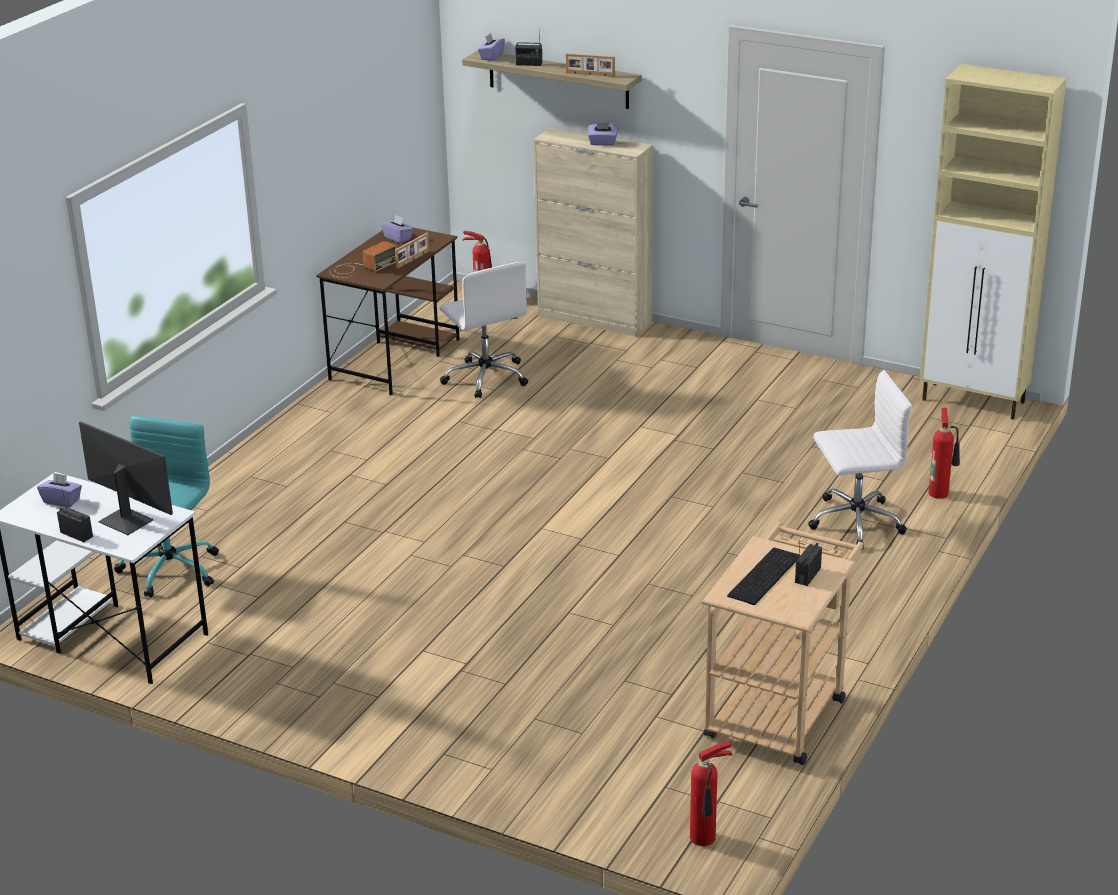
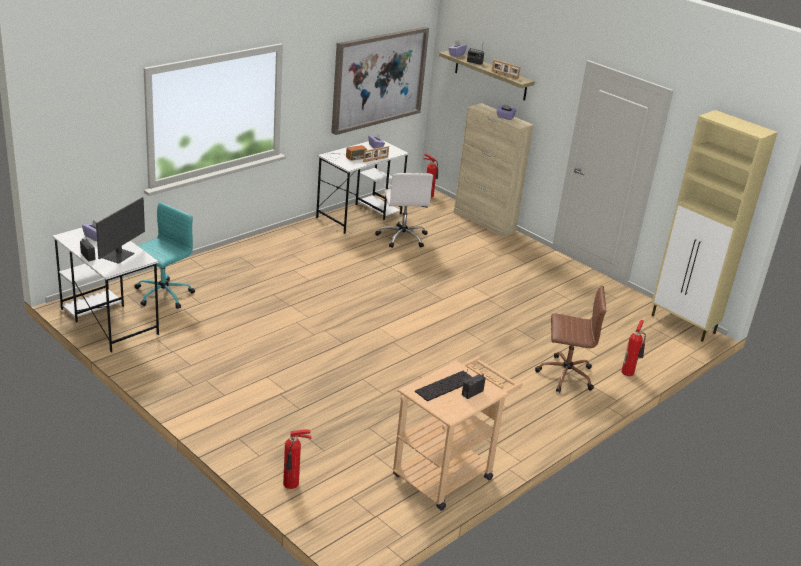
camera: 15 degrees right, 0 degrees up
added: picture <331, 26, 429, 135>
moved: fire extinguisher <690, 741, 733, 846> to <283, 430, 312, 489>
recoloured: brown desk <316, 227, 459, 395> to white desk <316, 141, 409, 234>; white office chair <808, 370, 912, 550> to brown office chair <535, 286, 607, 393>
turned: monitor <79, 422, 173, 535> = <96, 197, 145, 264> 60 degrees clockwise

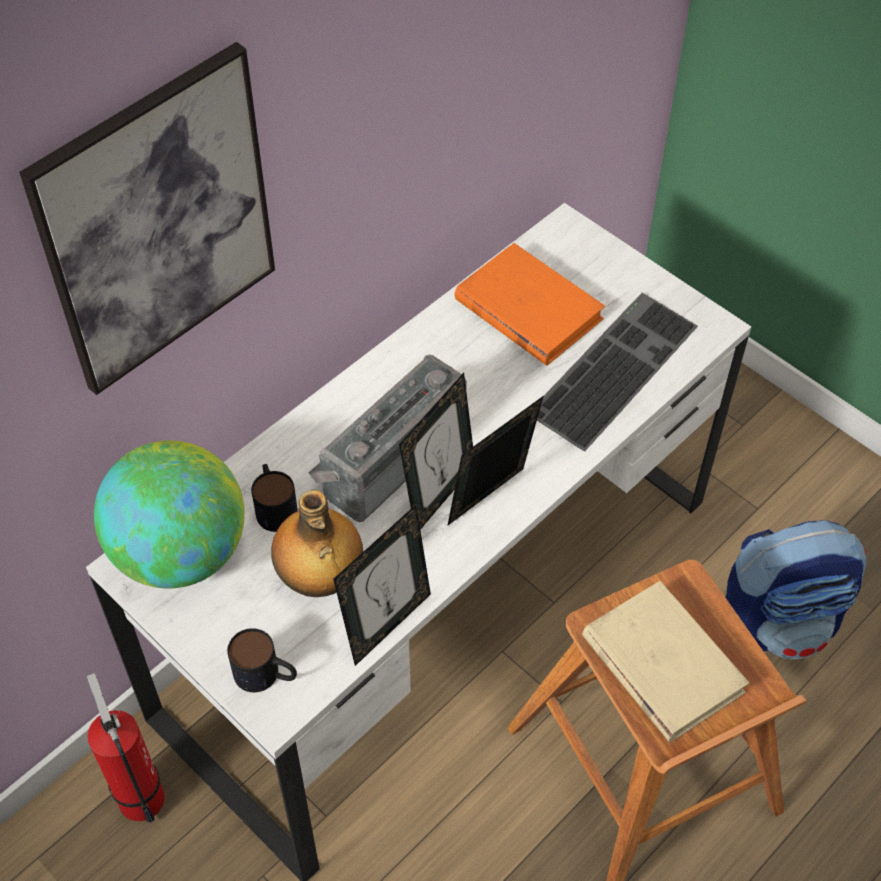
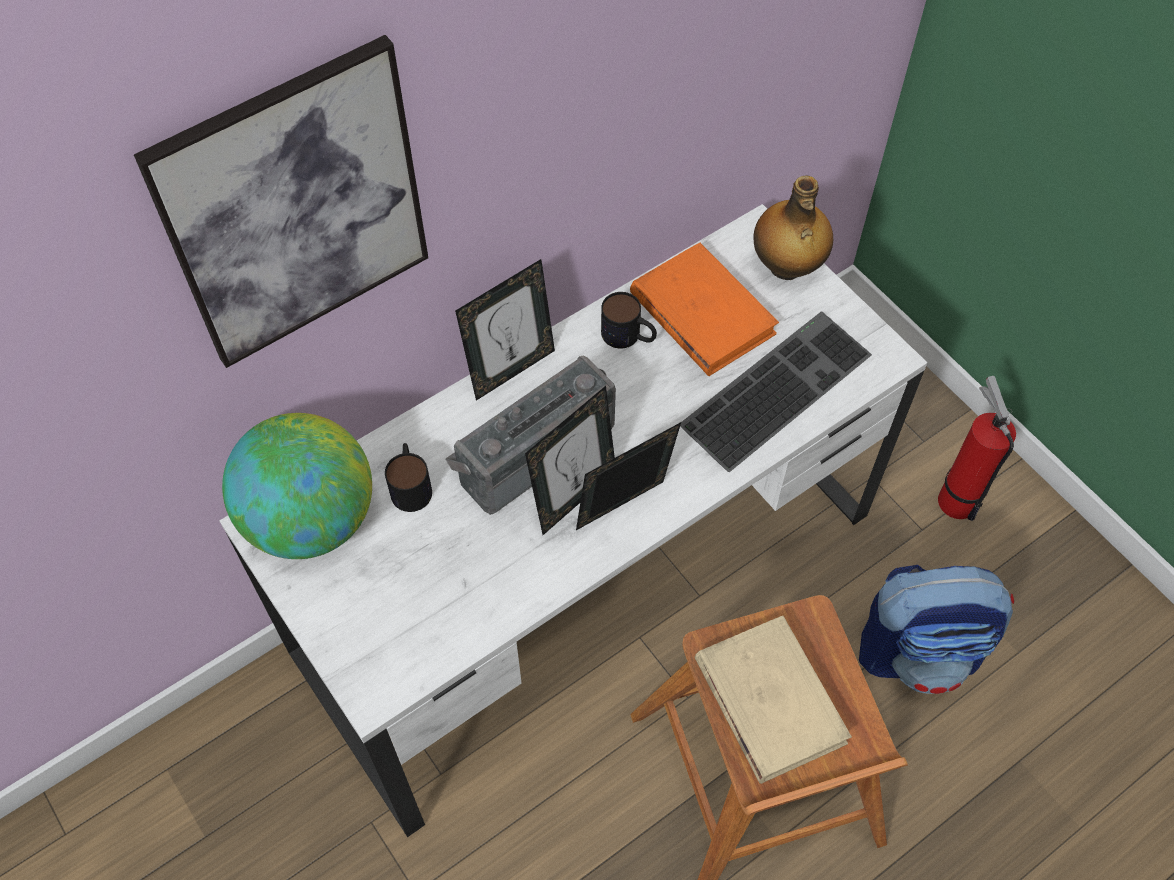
camera: 10 degrees right, 5 degrees up
moved: picture frame <333, 505, 431, 666> to <455, 259, 555, 401>; mug <227, 628, 297, 692> to <601, 292, 657, 349>; bottle <271, 490, 363, 597> to <753, 175, 833, 280>; fire extinguisher <87, 674, 165, 823> to <938, 376, 1016, 521>

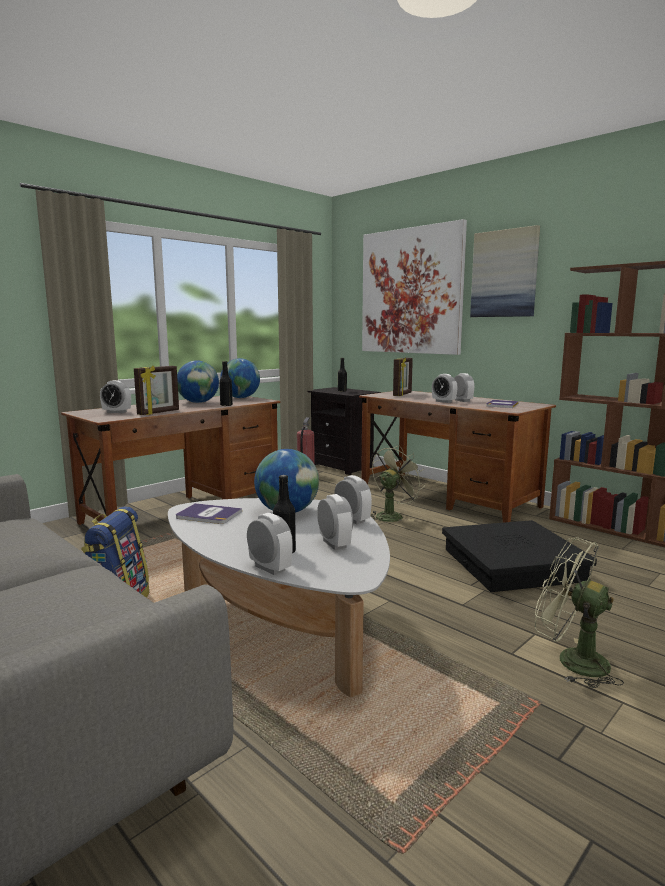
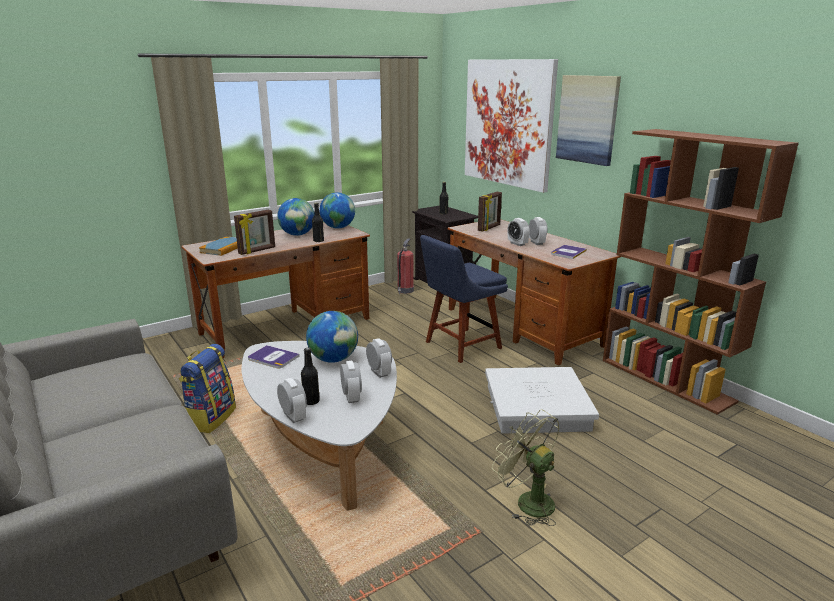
camera: 10 degrees right, 10 degrees up
replaced: alarm clock <100, 380, 131, 413> to book <199, 237, 238, 256>; green fan <370, 445, 425, 522> to blue chair <420, 235, 508, 363>
recoloured: black storage box <442, 520, 597, 592> to white storage box <485, 367, 599, 433>

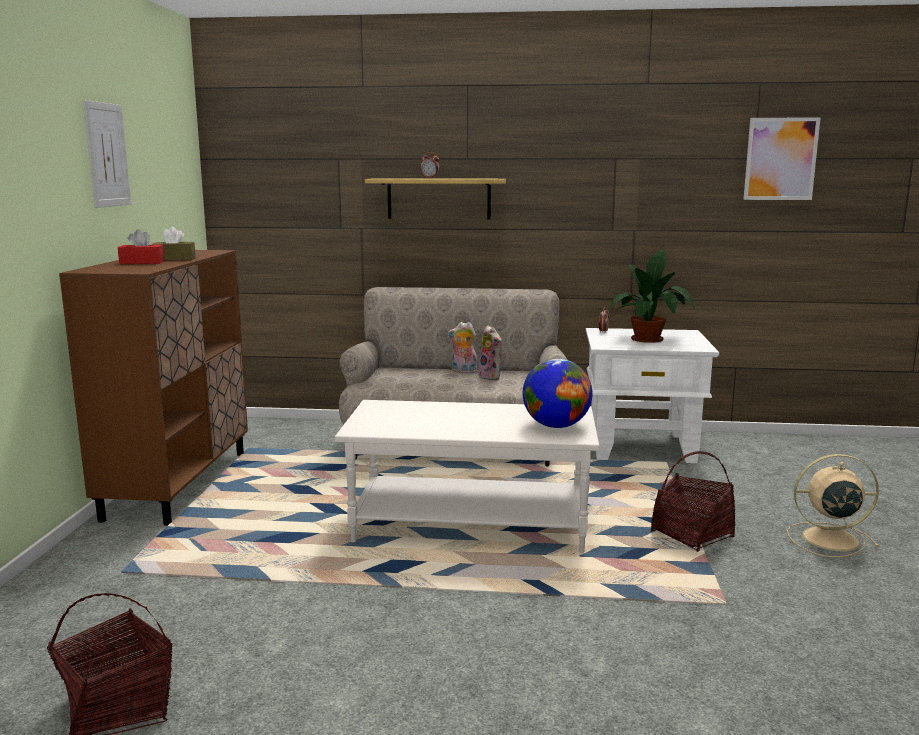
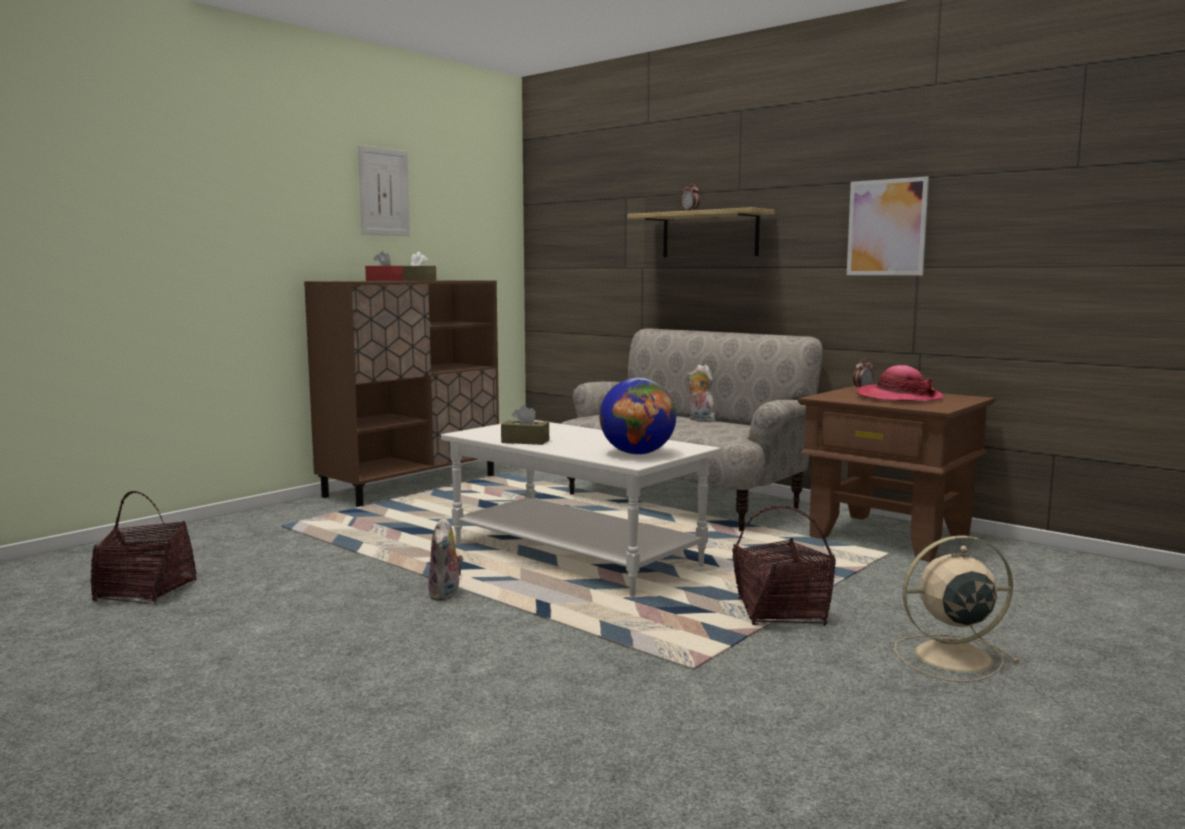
camera: 35 degrees right, 5 degrees down
added: brown tissue box <501, 405, 549, 445>
moved: plush toy <478, 325, 502, 380> to <428, 517, 463, 601>; picture <743, 117, 821, 200> to <847, 176, 929, 275>
replaced: potted plant <608, 250, 694, 343> to hat <856, 365, 944, 401>
recoloured: white side table <586, 328, 719, 463> to brown side table <798, 386, 995, 562>
turned: beige fan <787, 454, 879, 557> = <894, 536, 1020, 682> 45 degrees counterclockwise

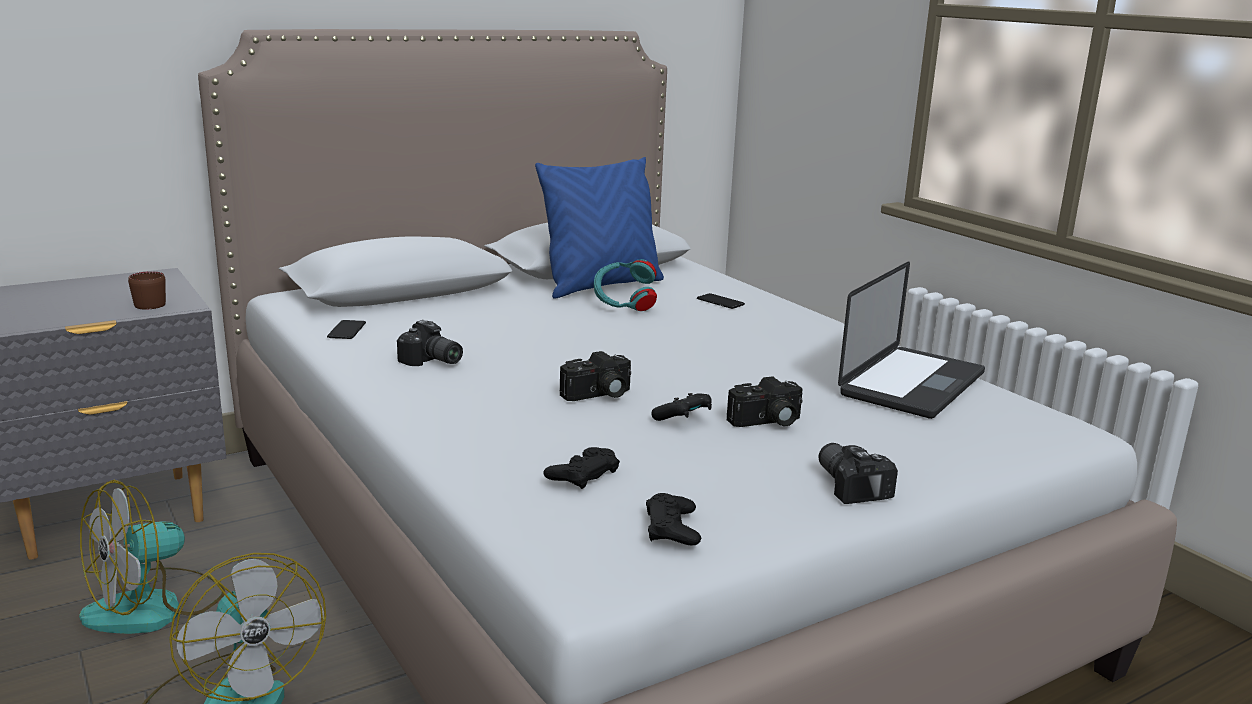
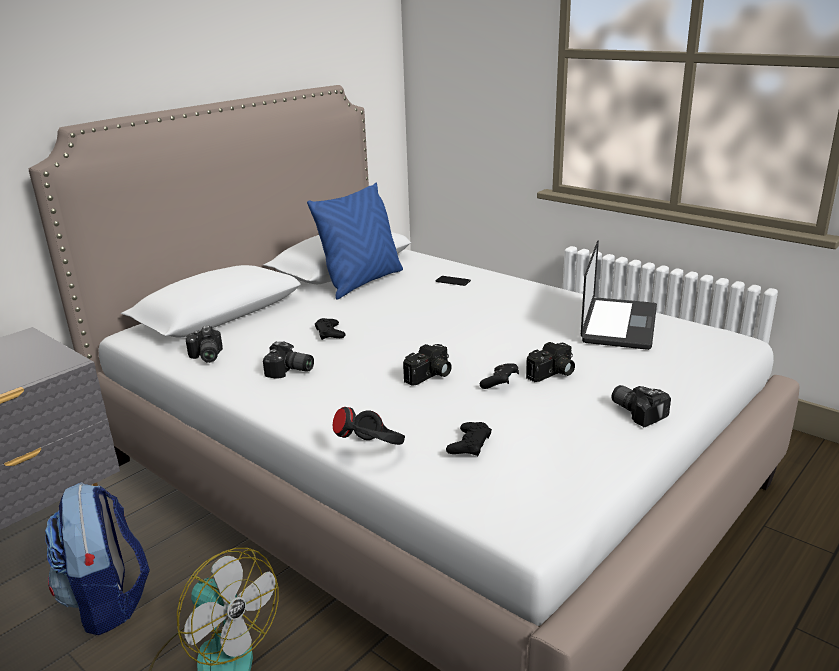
camera: 15 degrees left, 5 degrees up
removed: brown mug <128, 271, 166, 310>; turquoise headphones <594, 259, 657, 311>
added: black headphones <333, 407, 405, 445>
moved: black game controller <646, 493, 701, 545> to <315, 318, 345, 340>
replaced: fan <79, 480, 225, 634> to backpack <45, 482, 150, 635>; phone <327, 320, 366, 339> to photo camera <186, 326, 223, 363>

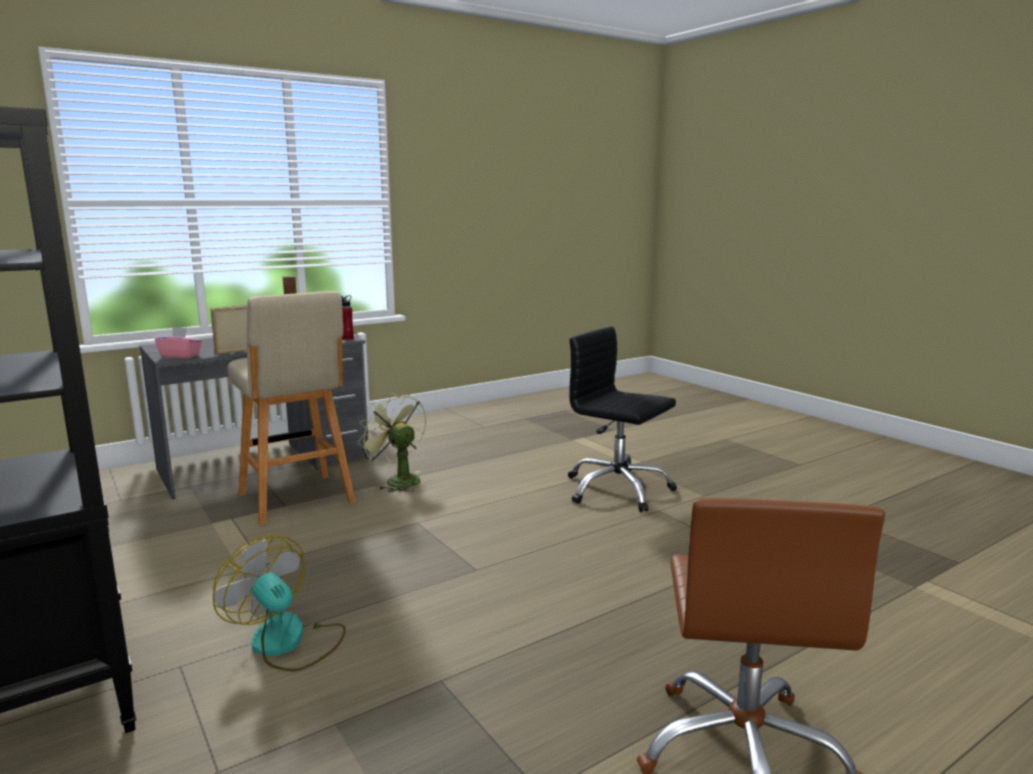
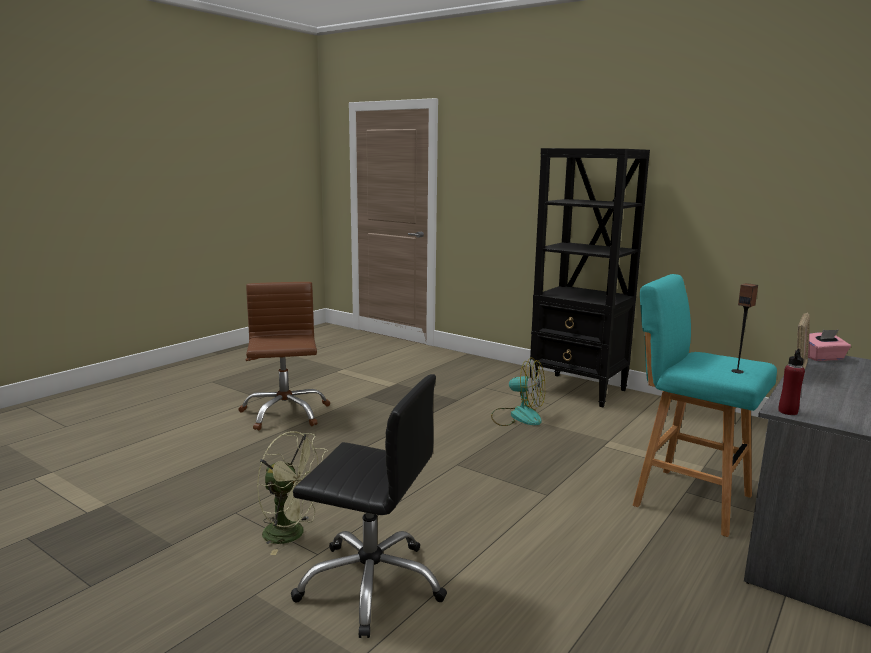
camera: 160 degrees right, 0 degrees up
moved: green fan <358, 393, 426, 492> to <257, 431, 328, 555>
recoloured: beige stool <228, 291, 356, 525> to turquoise stool <633, 274, 777, 537>

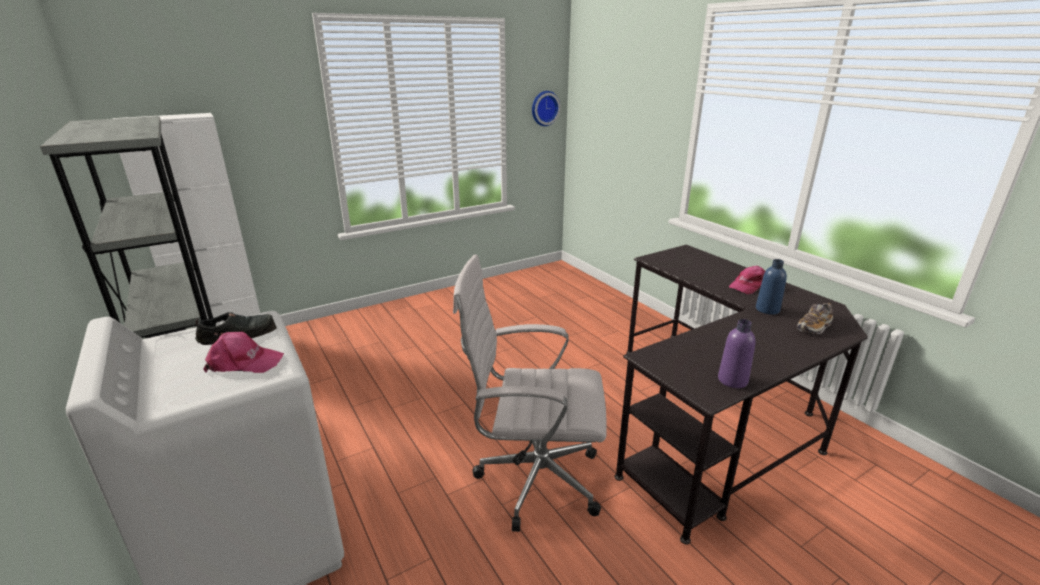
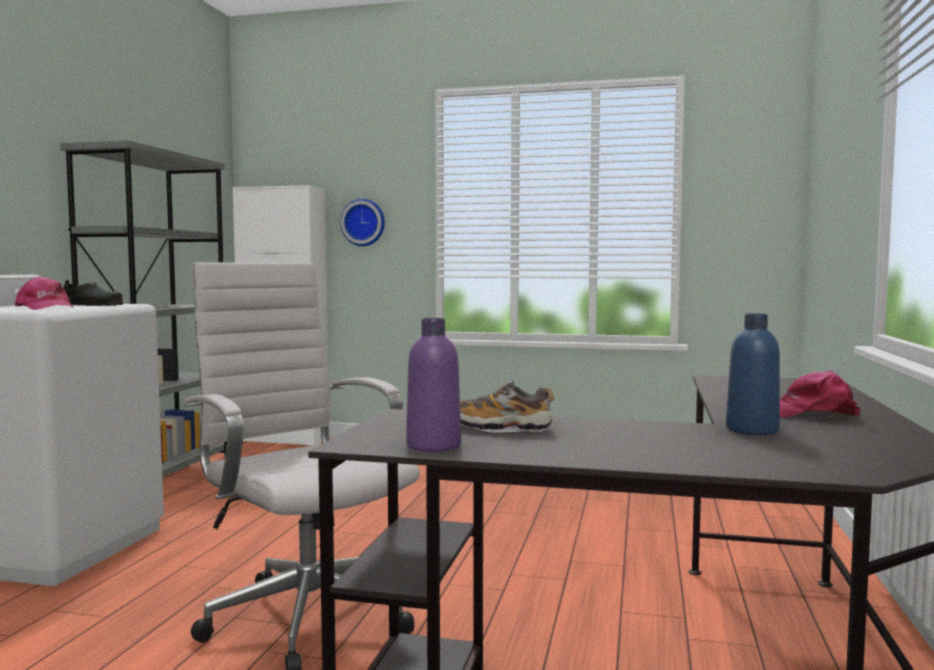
camera: 45 degrees right, 20 degrees down
moved: wall clock <532, 91, 561, 126> to <340, 199, 385, 246>; shoe <797, 303, 833, 334> to <460, 380, 554, 432>

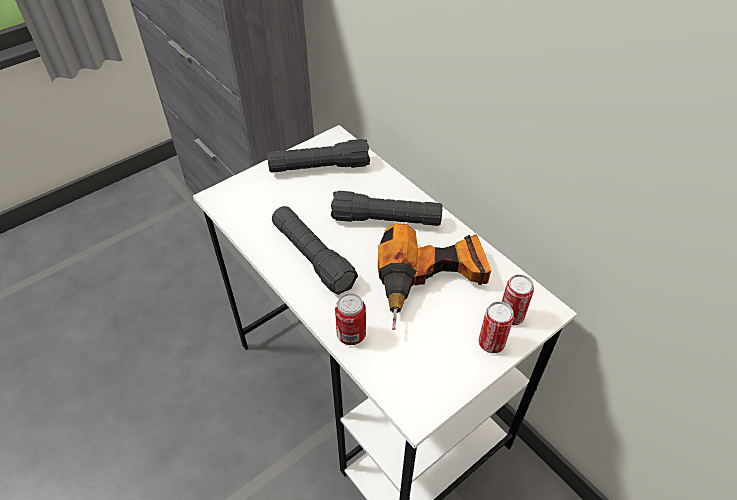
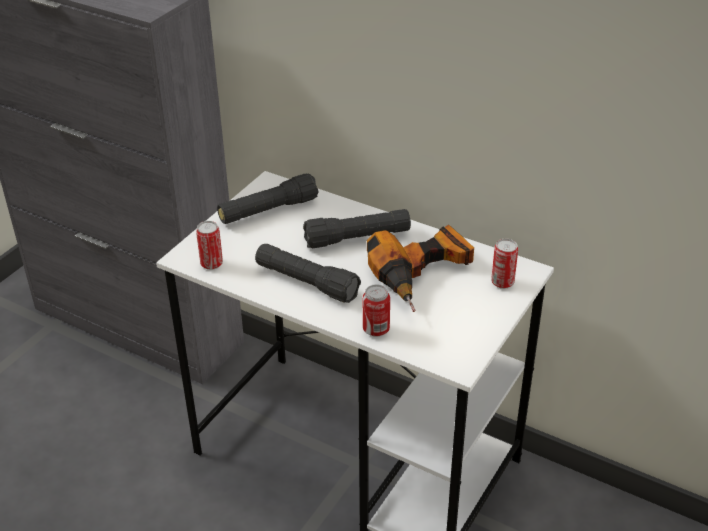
camera: 20 degrees left, 10 degrees down
moved: can <479, 301, 514, 353> to <196, 221, 223, 270>

